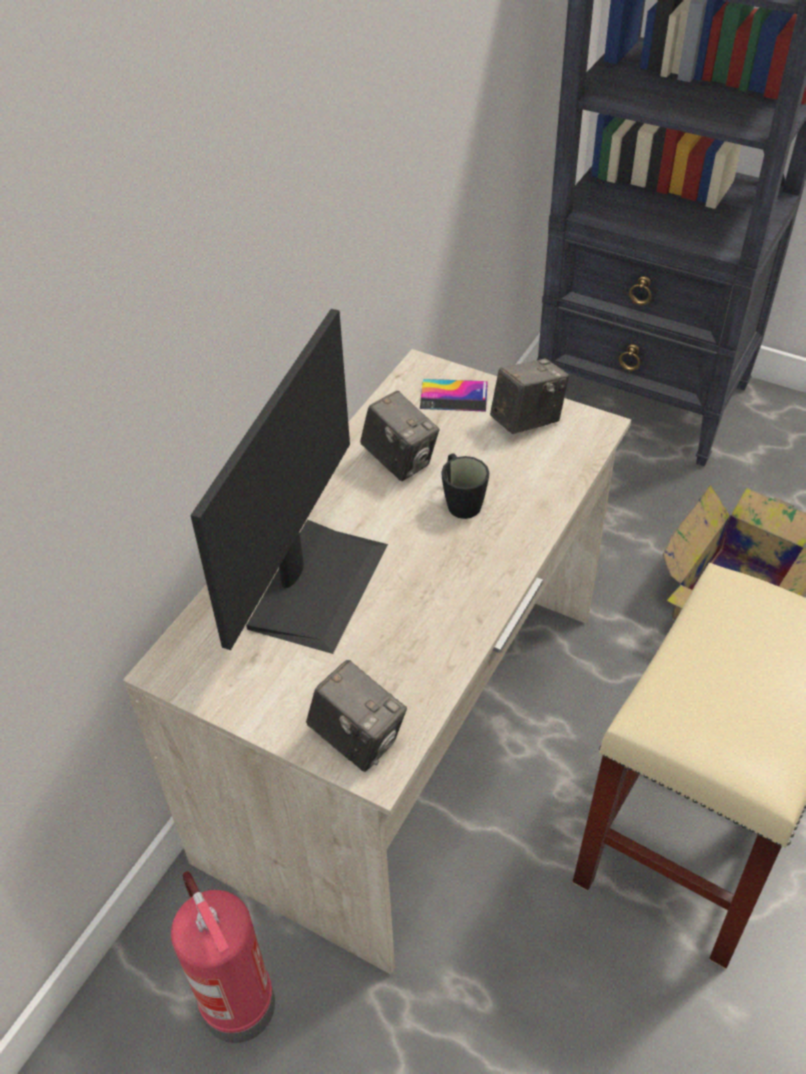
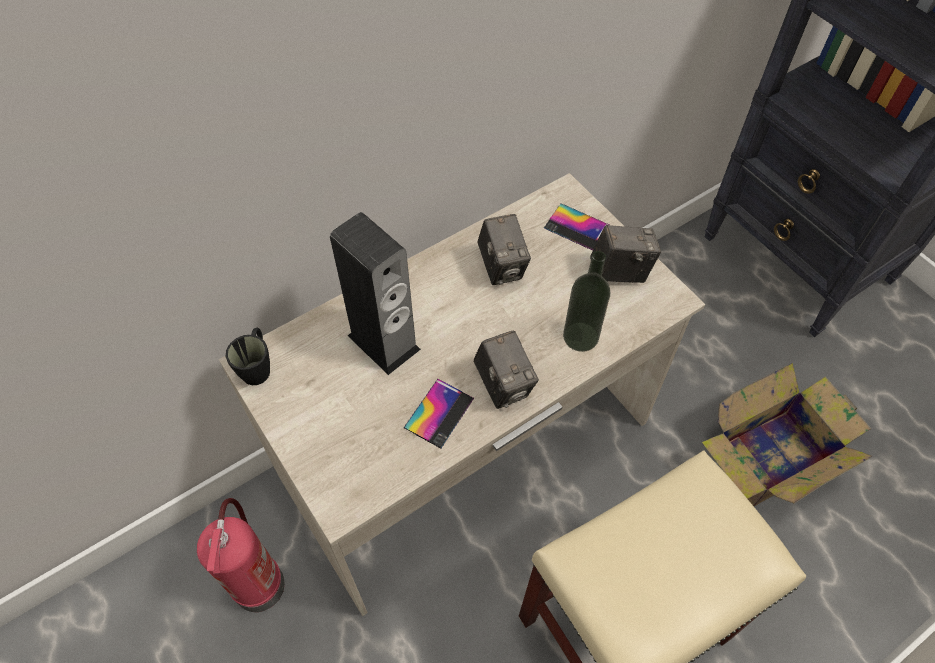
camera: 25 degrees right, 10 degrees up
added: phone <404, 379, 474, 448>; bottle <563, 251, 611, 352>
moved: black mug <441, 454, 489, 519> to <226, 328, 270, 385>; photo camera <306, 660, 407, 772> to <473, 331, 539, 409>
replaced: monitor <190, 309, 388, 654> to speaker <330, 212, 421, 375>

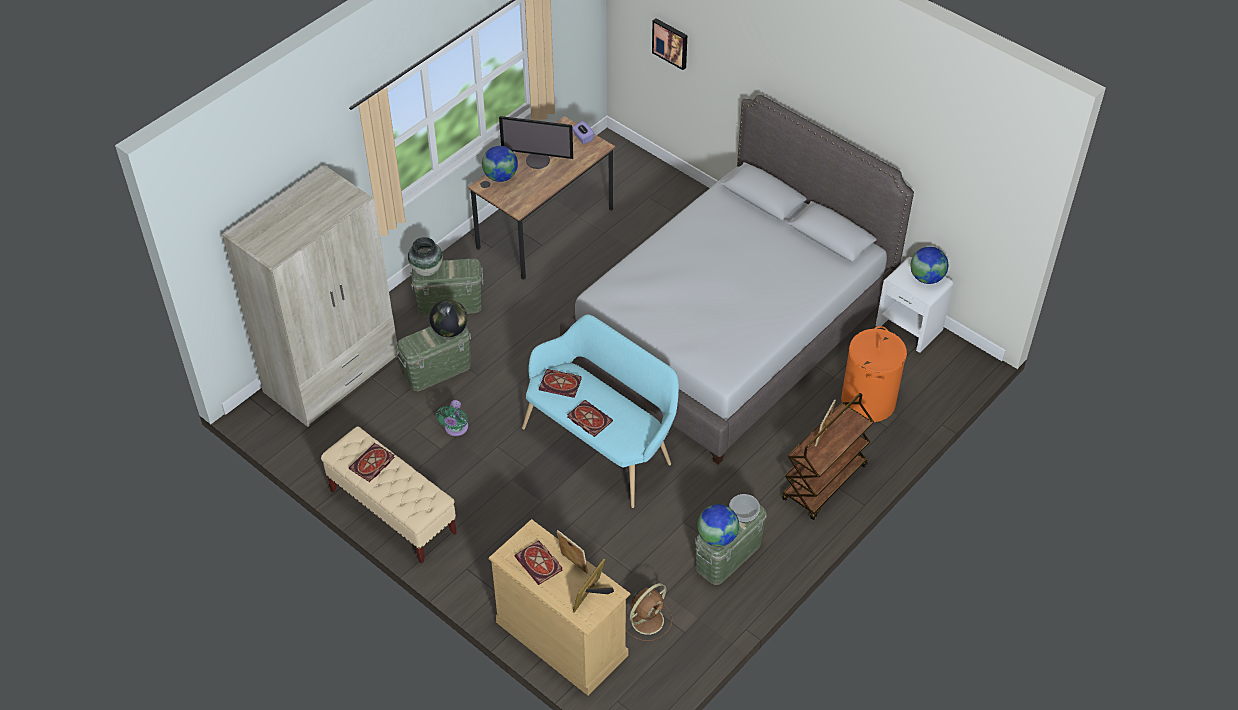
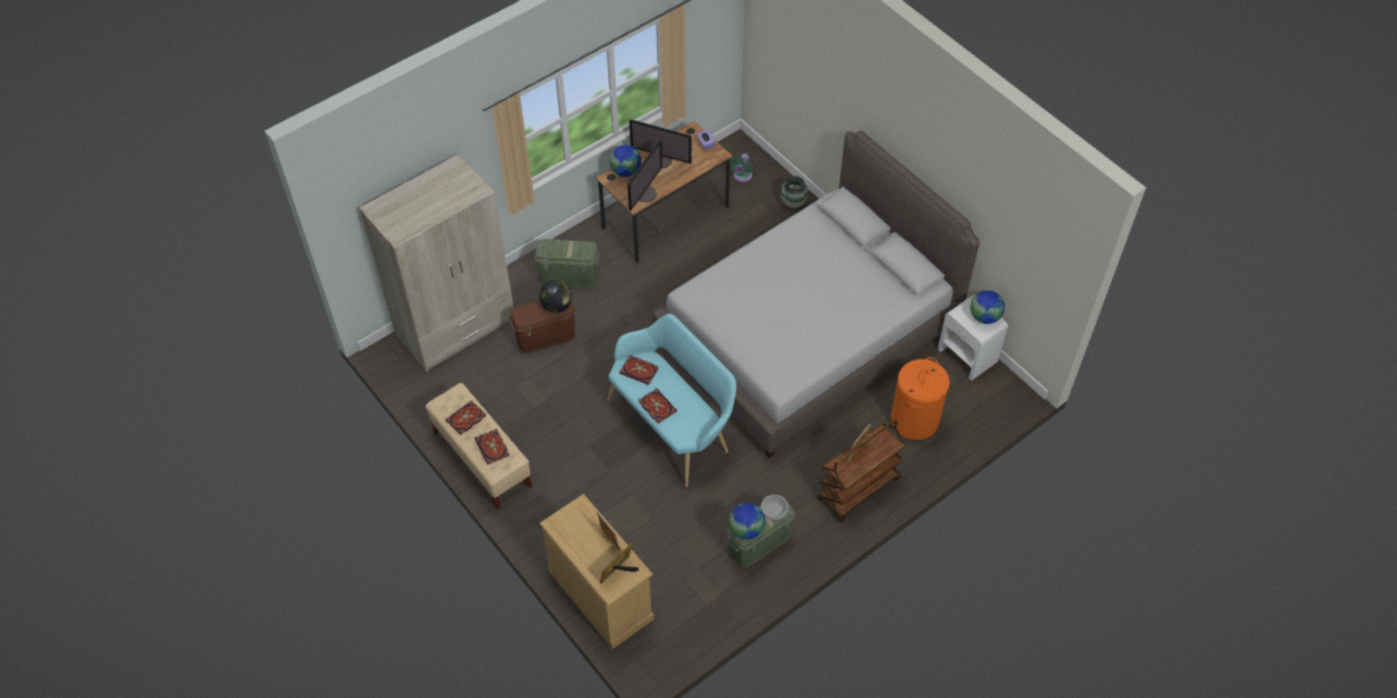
camera: 10 degrees right, 5 degrees up
removed: brown fan <626, 583, 673, 641>; picture <652, 18, 687, 70>
added: monitor <627, 140, 662, 211>
moved: book <515, 540, 563, 585> to <475, 429, 509, 465>; green fan <436, 400, 468, 436> to <730, 153, 753, 182>; vase <408, 237, 443, 276> to <780, 176, 809, 208>
recoloured: green storage box <396, 326, 472, 391> to brown storage box <509, 300, 576, 353>

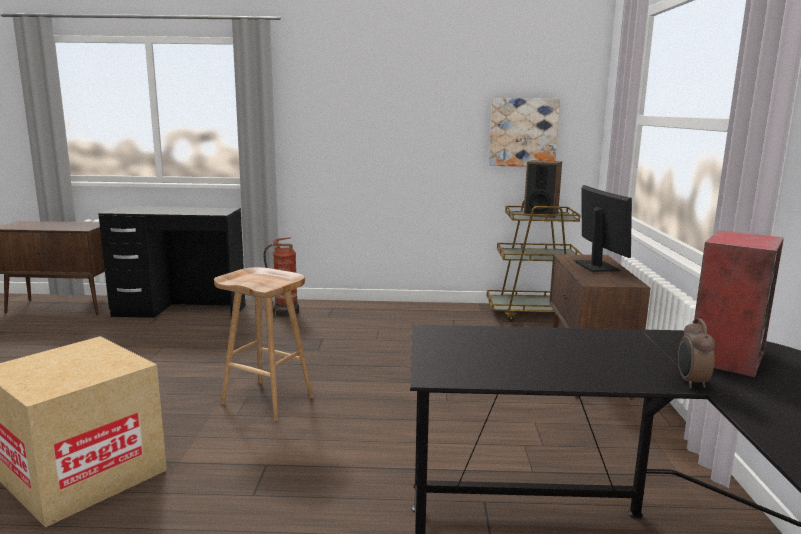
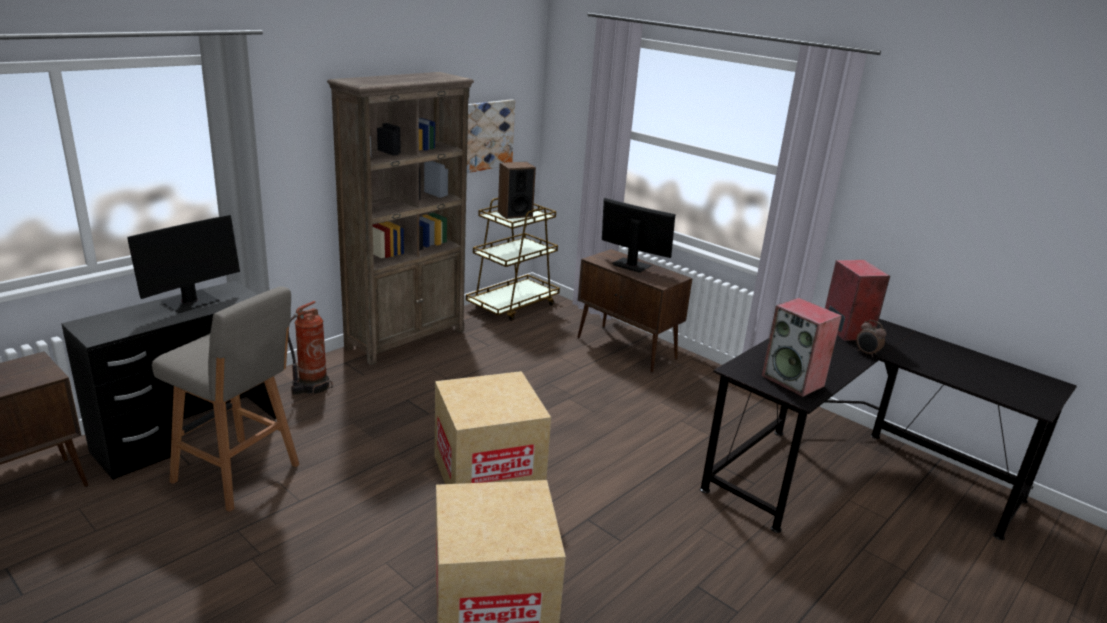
camera: 50 degrees left, 10 degrees up
added: monitor <127, 215, 240, 313>; grey stool <152, 286, 299, 512>; brown bookcase <327, 72, 474, 365>; speaker <762, 298, 842, 397>
replaced: brown stool <214, 267, 313, 421> to cardboard box <435, 371, 551, 484>

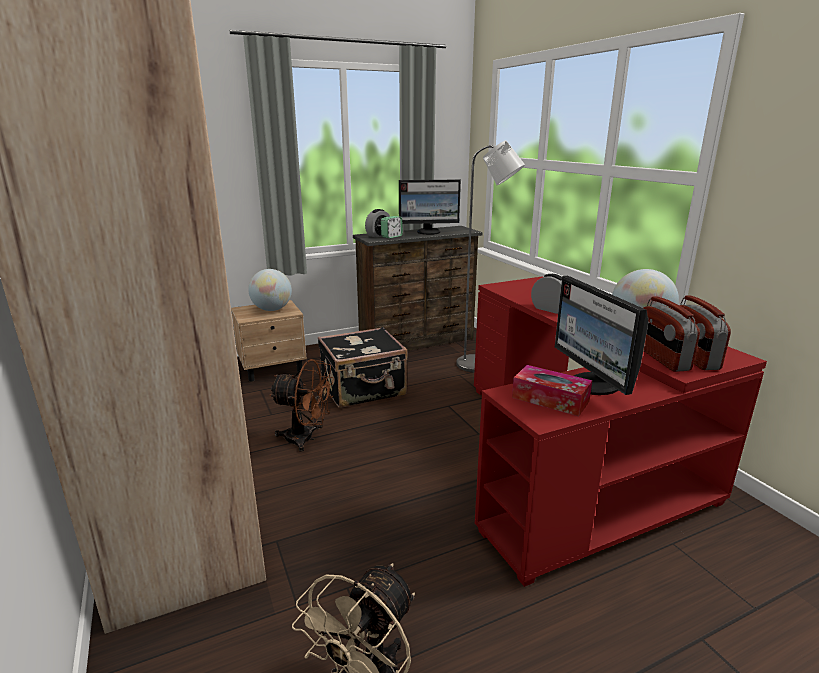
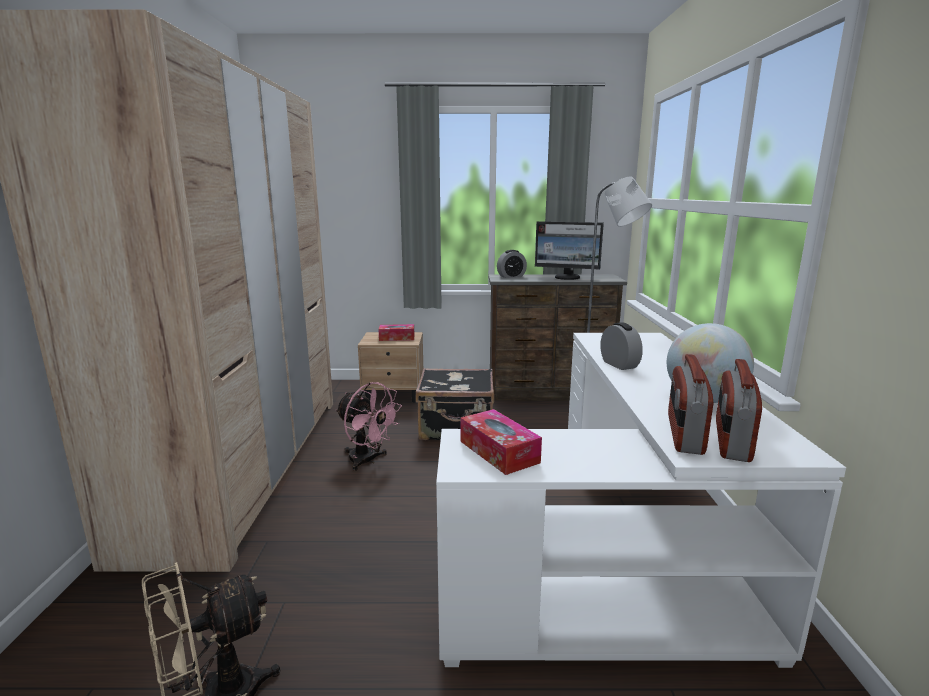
camera: 25 degrees right, 5 degrees down
removed: alarm clock <381, 216, 403, 238>; monitor <555, 276, 649, 395>
replaced: globe <248, 269, 292, 311> to tissue box <378, 324, 415, 341>
recoloured: brown fan <269, 359, 334, 452> to pink fan <336, 382, 402, 471>; red desk <474, 277, 767, 587> to white desk <436, 333, 846, 668>

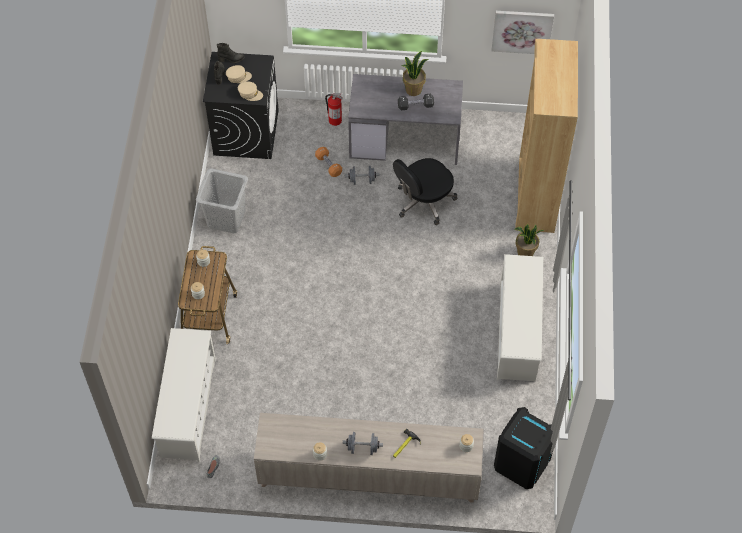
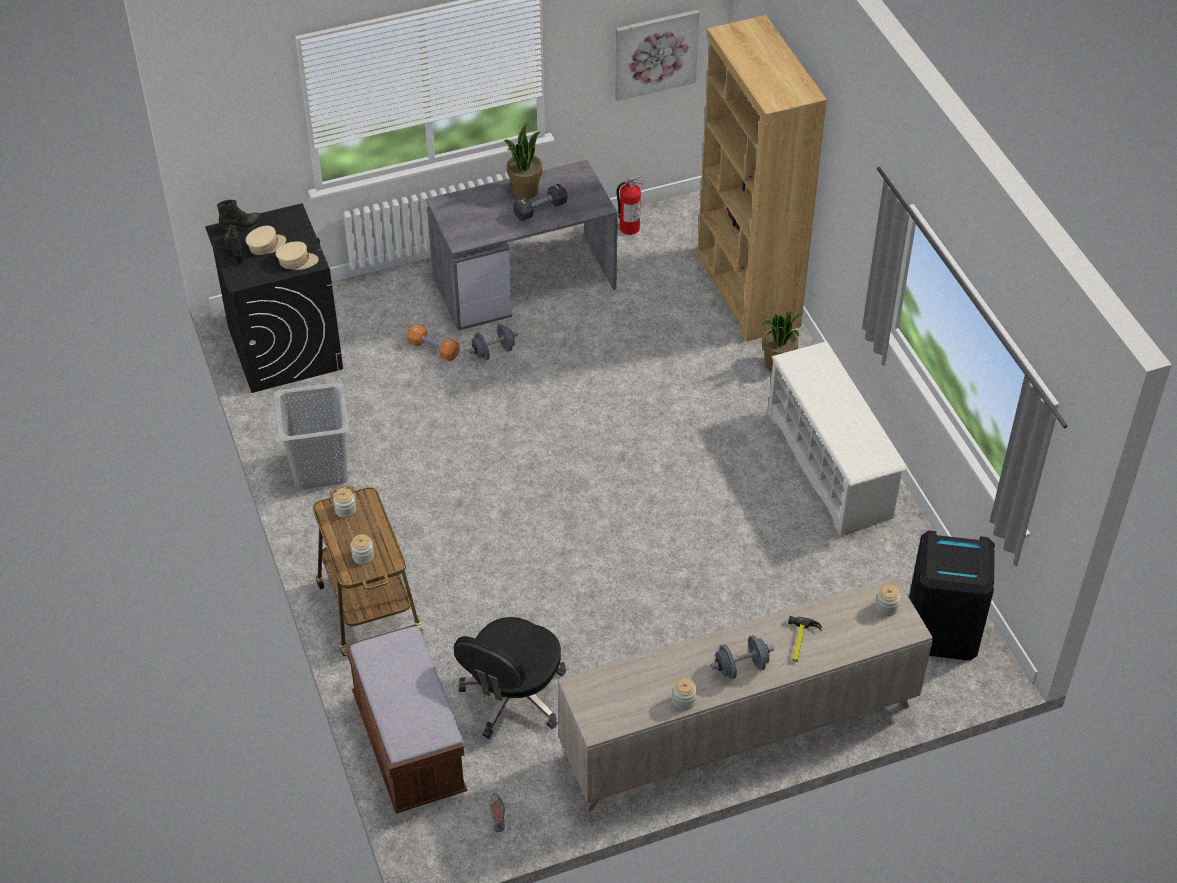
camera: 25 degrees left, 10 degrees down
moved: black office chair <393, 158, 457, 225> to <454, 617, 566, 739>; fire extinguisher <325, 93, 343, 126> to <616, 174, 643, 235>
replaced: white shoe rack <152, 328, 216, 462> to brown bench <345, 624, 467, 814>

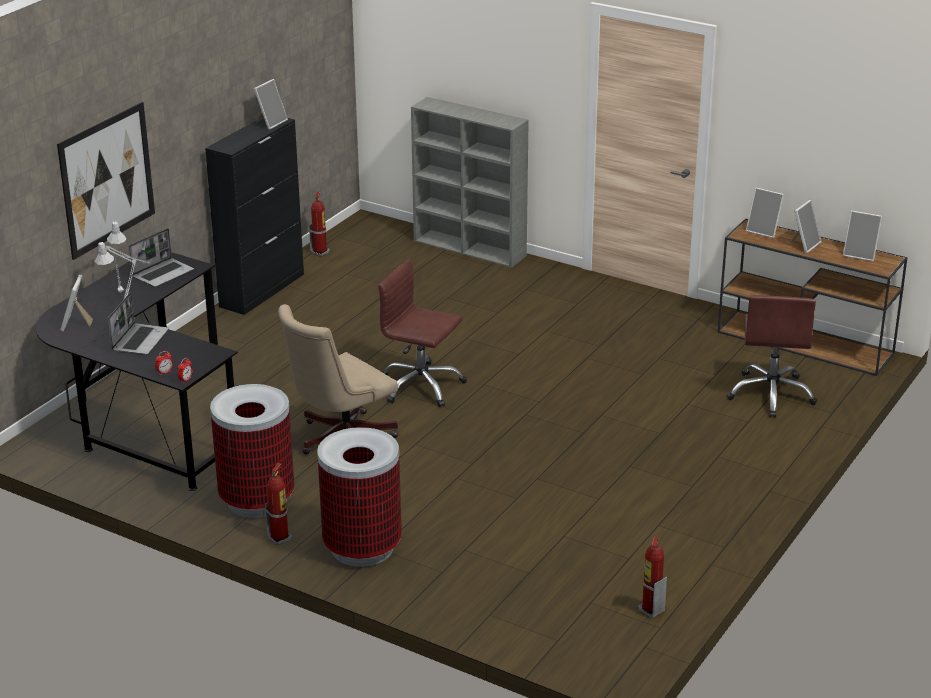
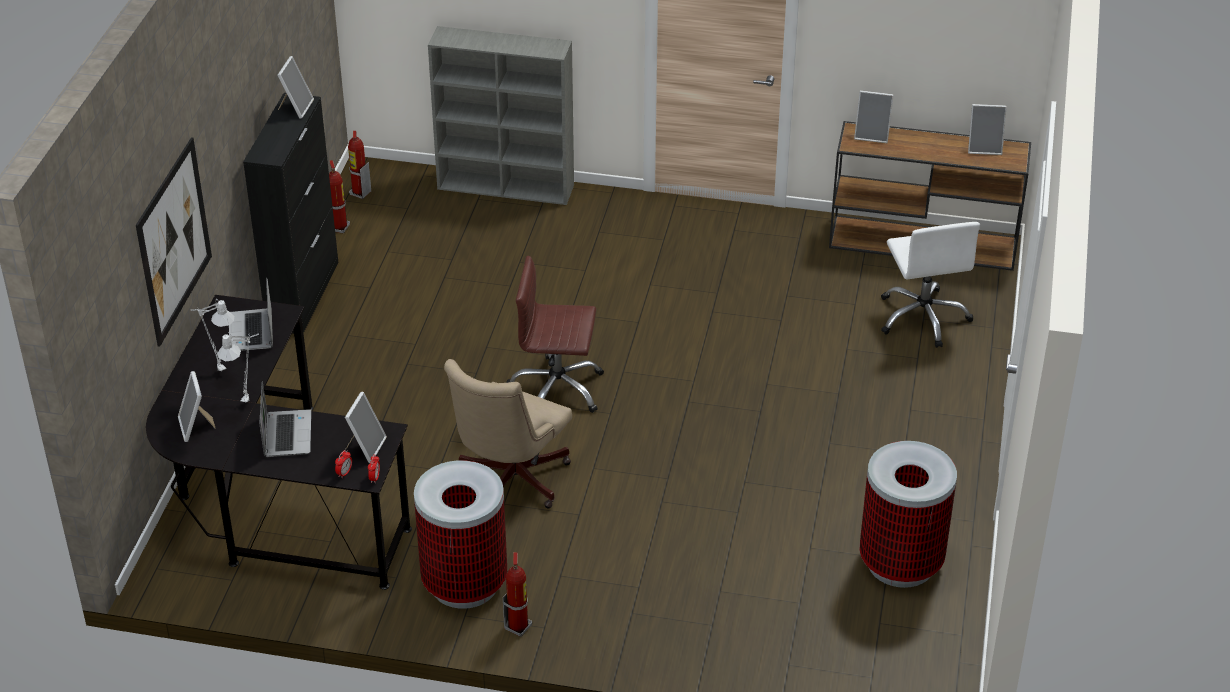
camera: 20 degrees left, 10 degrees up
moved: picture frame <789, 200, 822, 253> to <345, 392, 387, 463>; fire extinguisher <638, 537, 667, 618> to <348, 131, 371, 199>; trash can <317, 427, 402, 567> to <860, 441, 957, 588>
recoloured: brown office chair <727, 295, 817, 418> to white office chair <881, 222, 980, 348>
turned: laptop <129, 228, 194, 287> = <229, 277, 273, 351> 150 degrees clockwise

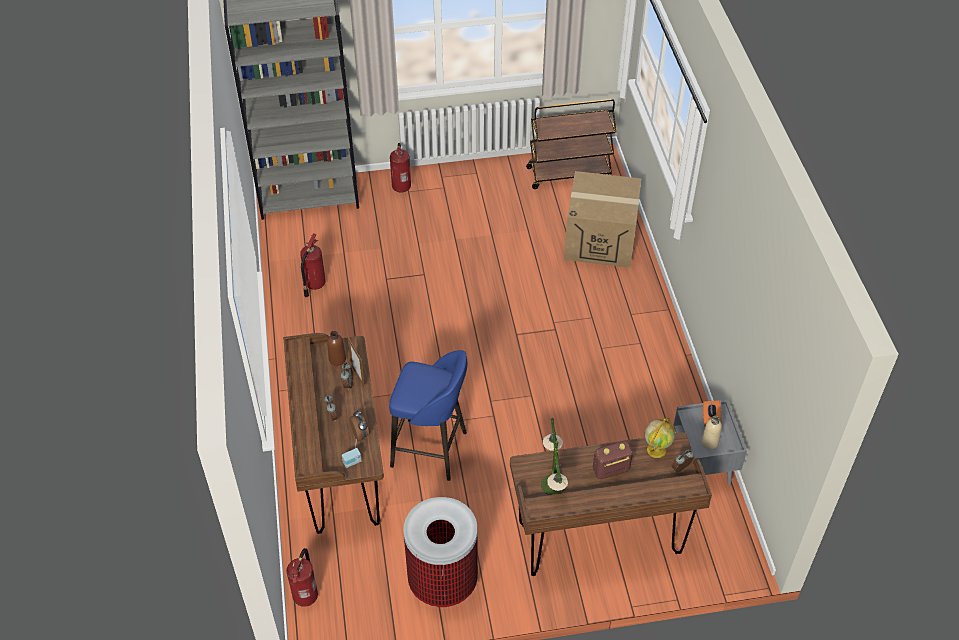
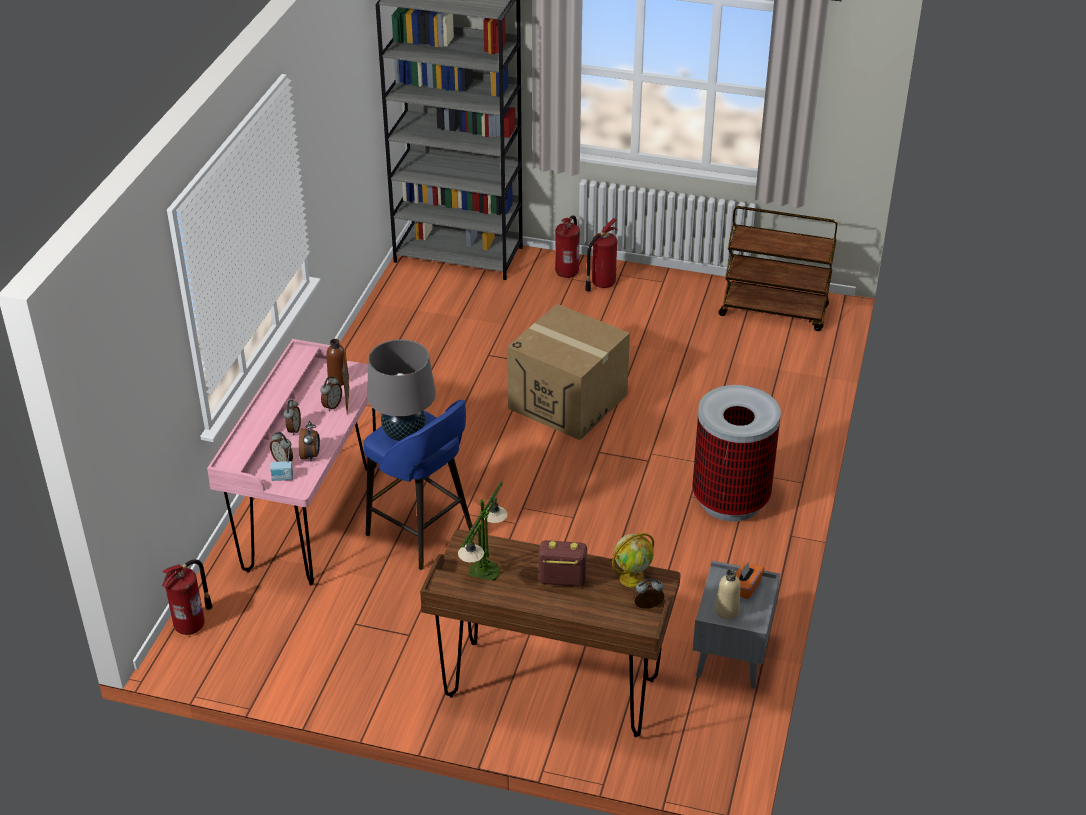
camera: 25 degrees right, 10 degrees down
added: alarm clock <270, 432, 293, 462>; grey table lamp <367, 339, 436, 441>
moved: cardboard box <564, 171, 641, 268> to <507, 304, 630, 440>; fire extinguisher <300, 233, 326, 297> to <585, 218, 618, 292>; trash can <403, 497, 478, 607> to <692, 385, 781, 521>
recoloured: brown desk <283, 333, 384, 534> to pink desk <207, 339, 377, 585>

